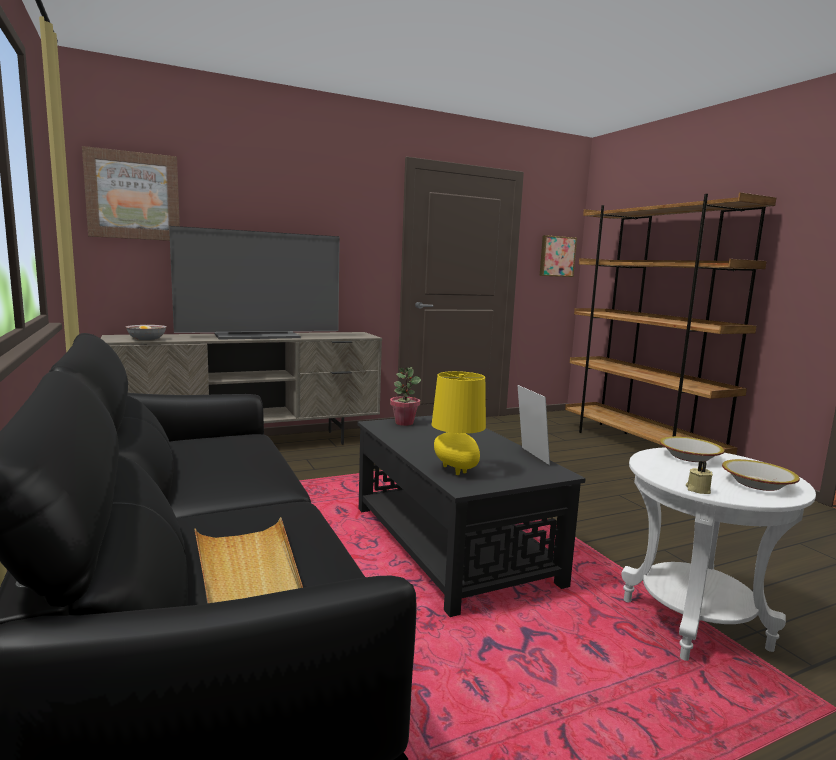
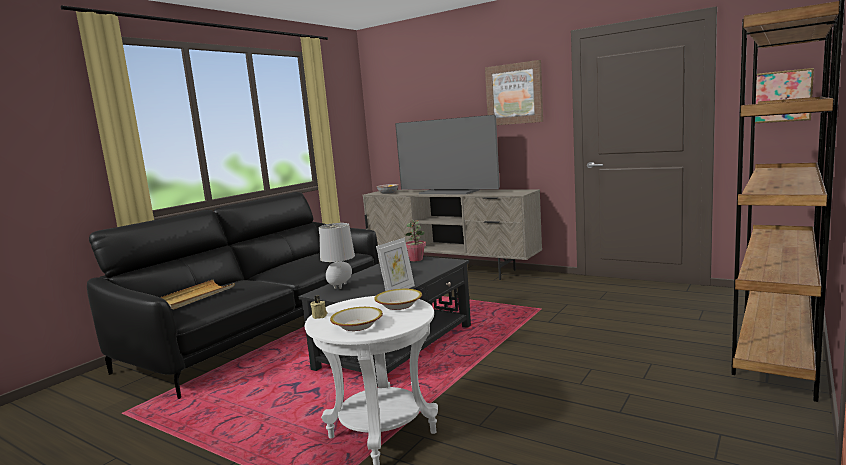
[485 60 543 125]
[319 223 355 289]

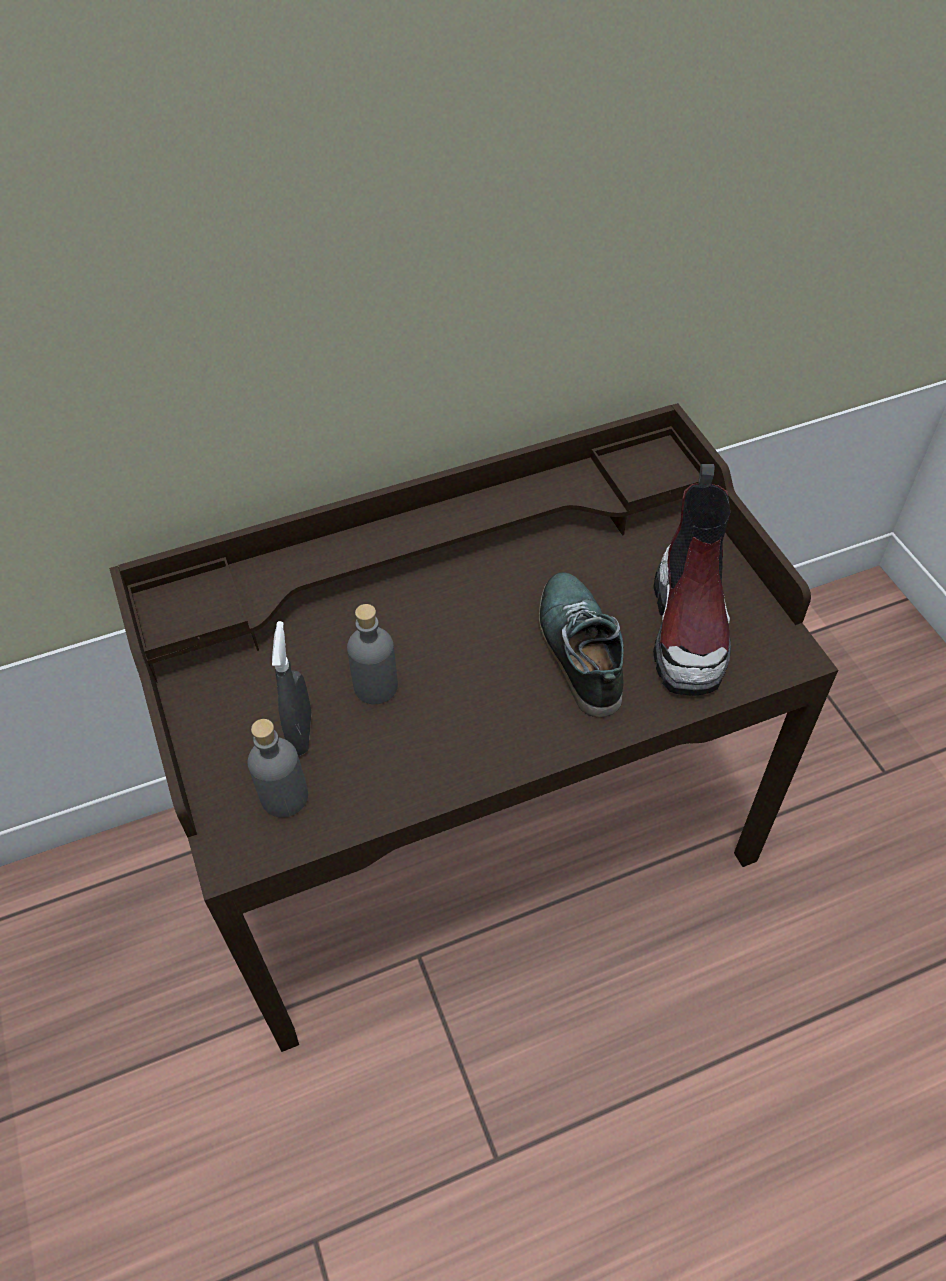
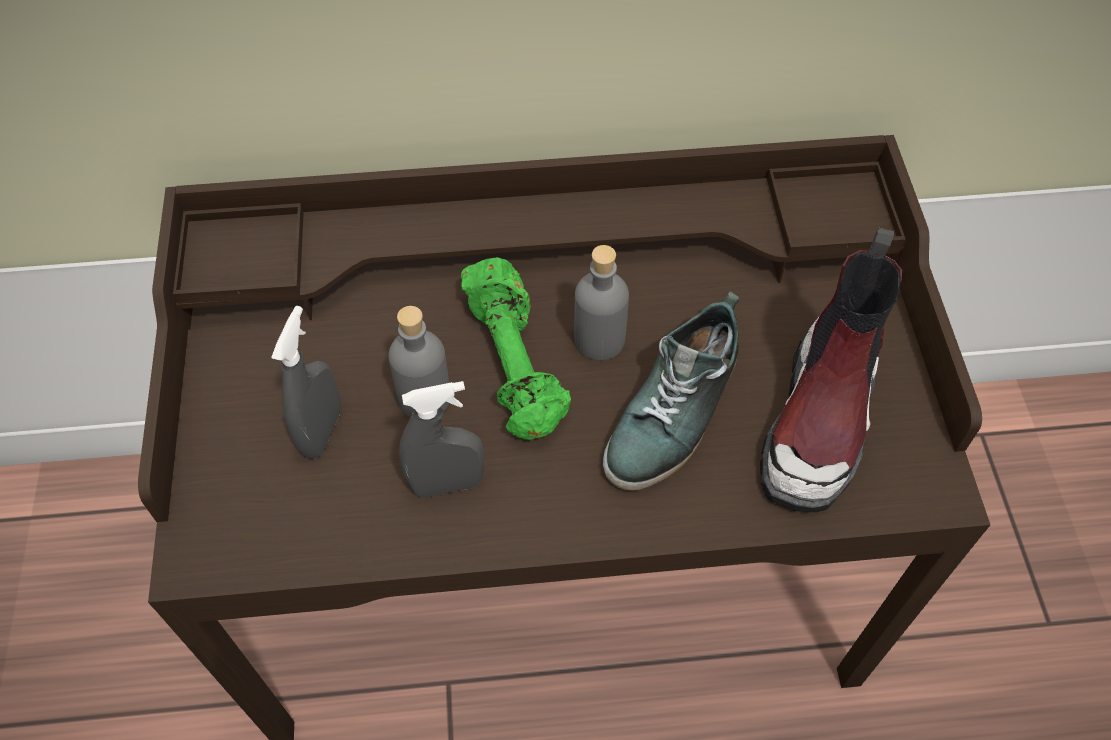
[574 245 629 360]
[603 291 739 491]
[399 381 484 498]
[461 257 571 440]

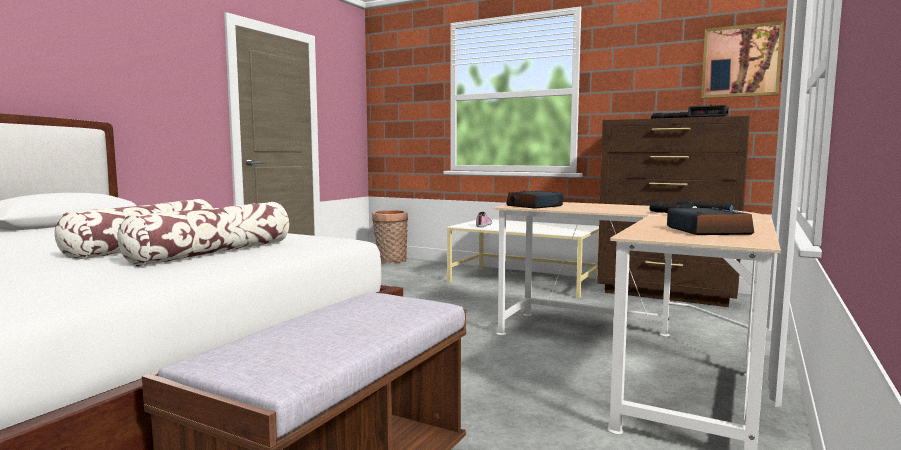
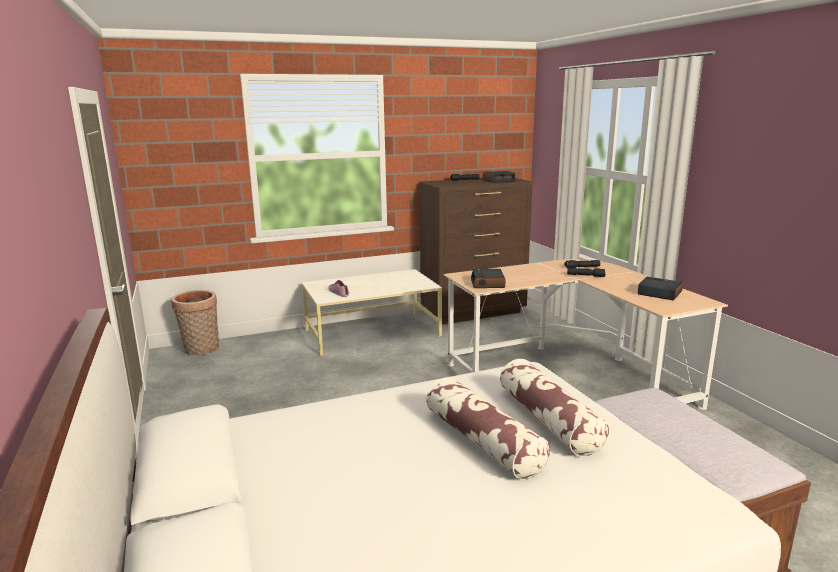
[701 21 784 98] (first image)

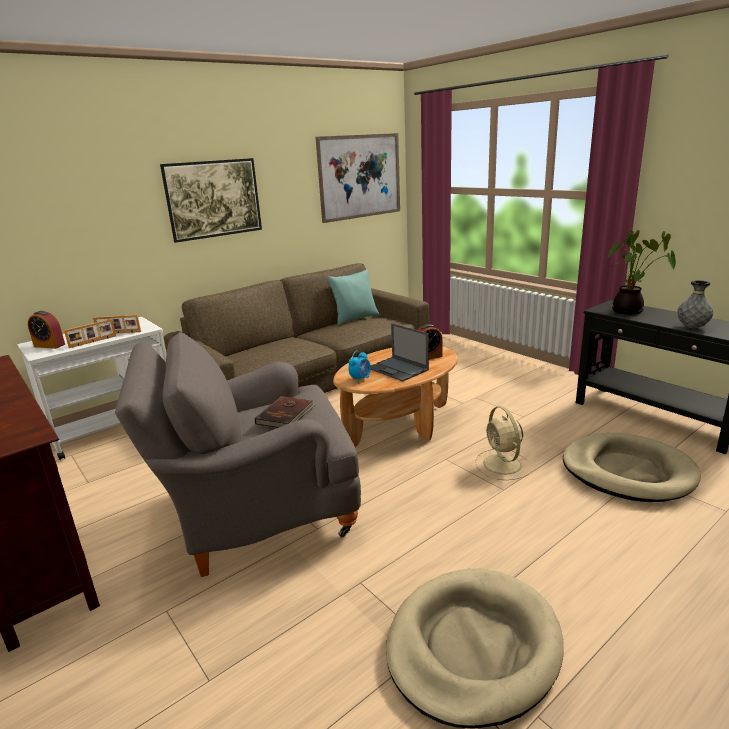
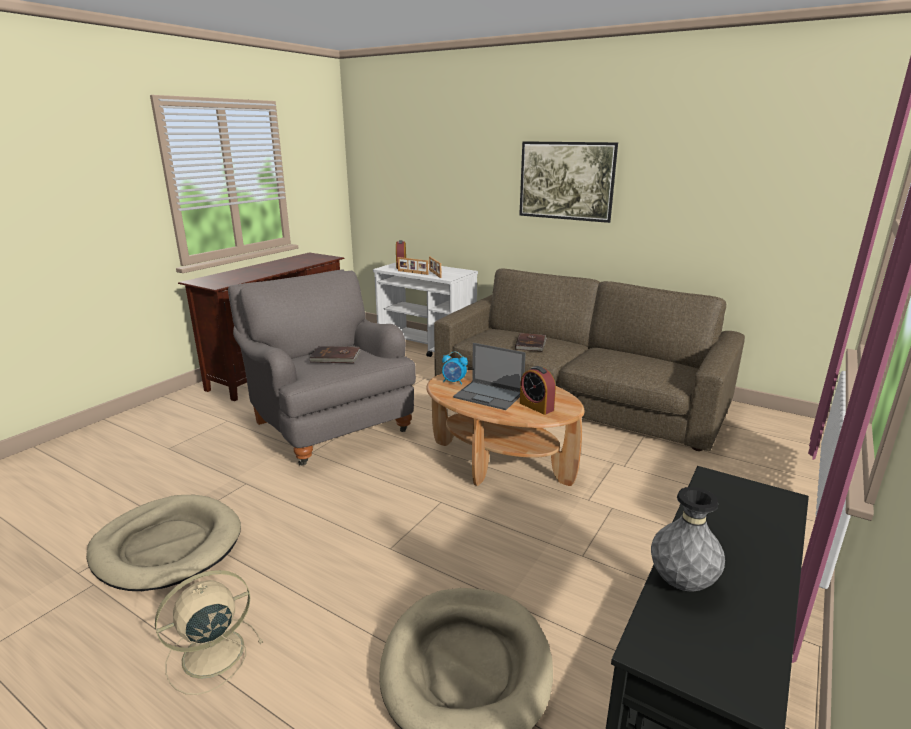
[315 133 400 223] (first image)
[327 269 380 326] (first image)
[453 343 526 410]
[155 570 263 695]
[608 230 676 315] (first image)
[515 333 547 351]

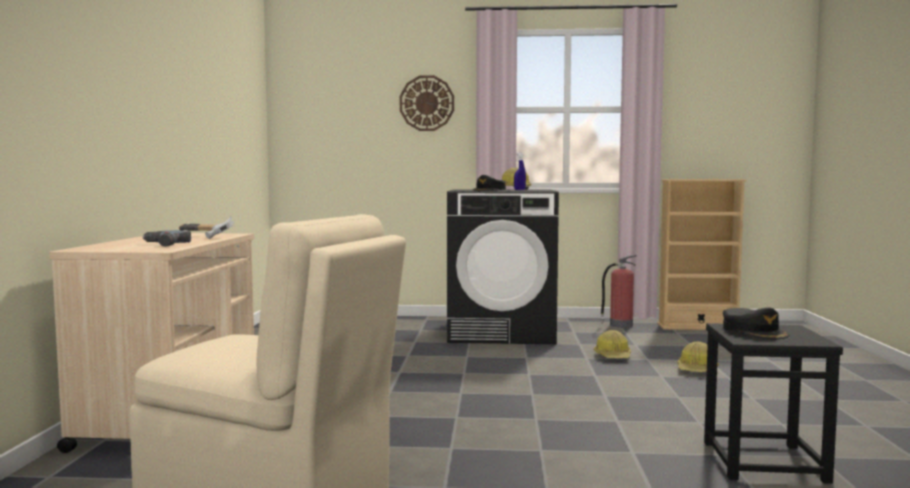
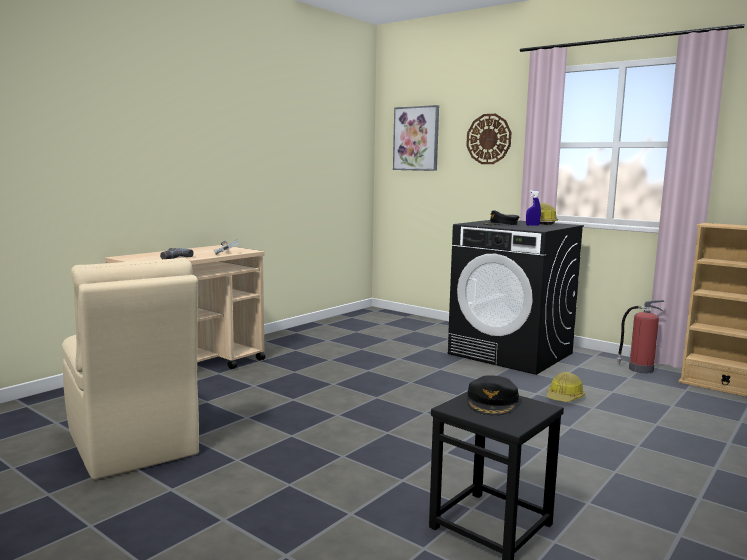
[678 341 719 372] (first image)
[393 105 439 171]

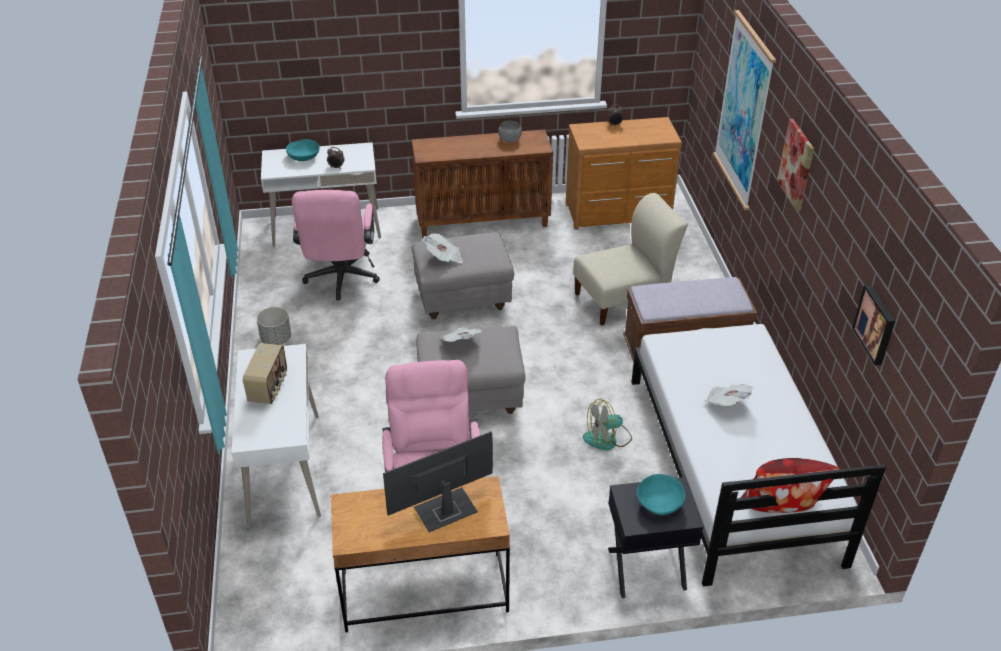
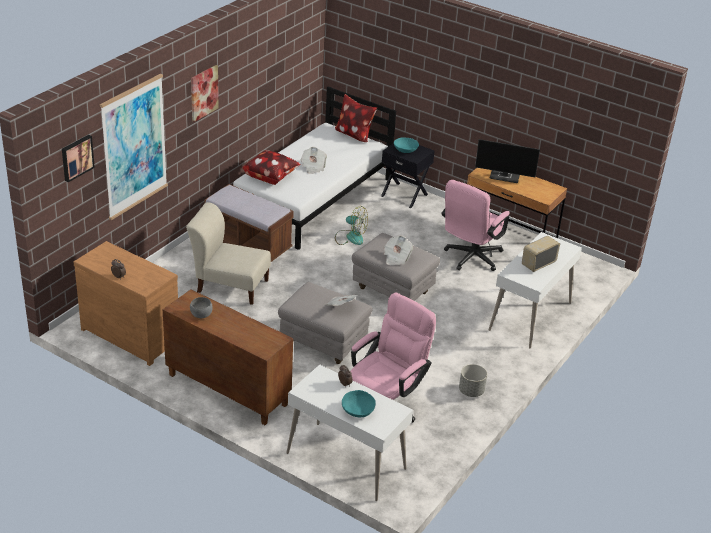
[62 135 95 182]
[242 150 301 185]

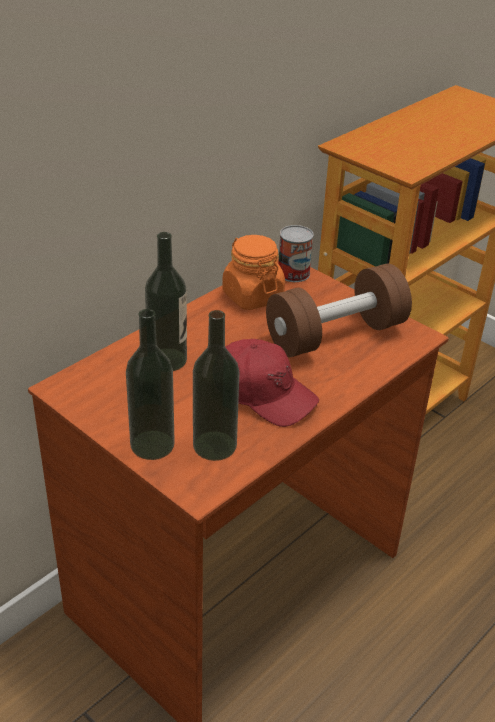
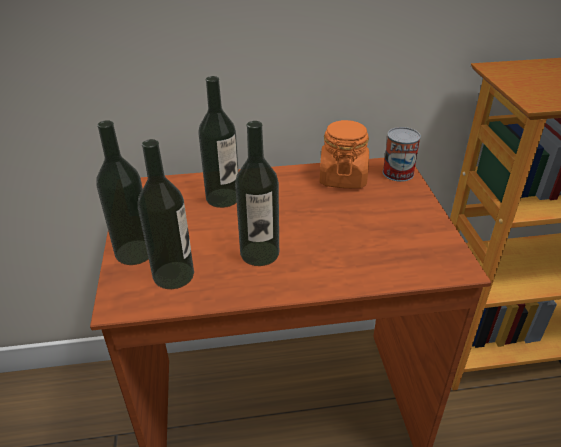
[235 121 279 266]
[266 263 412 357] (first image)

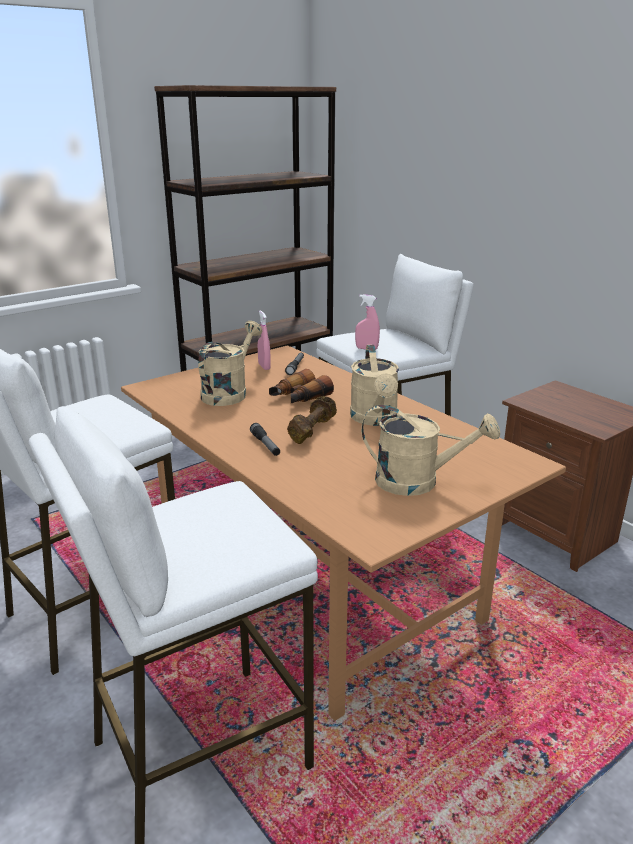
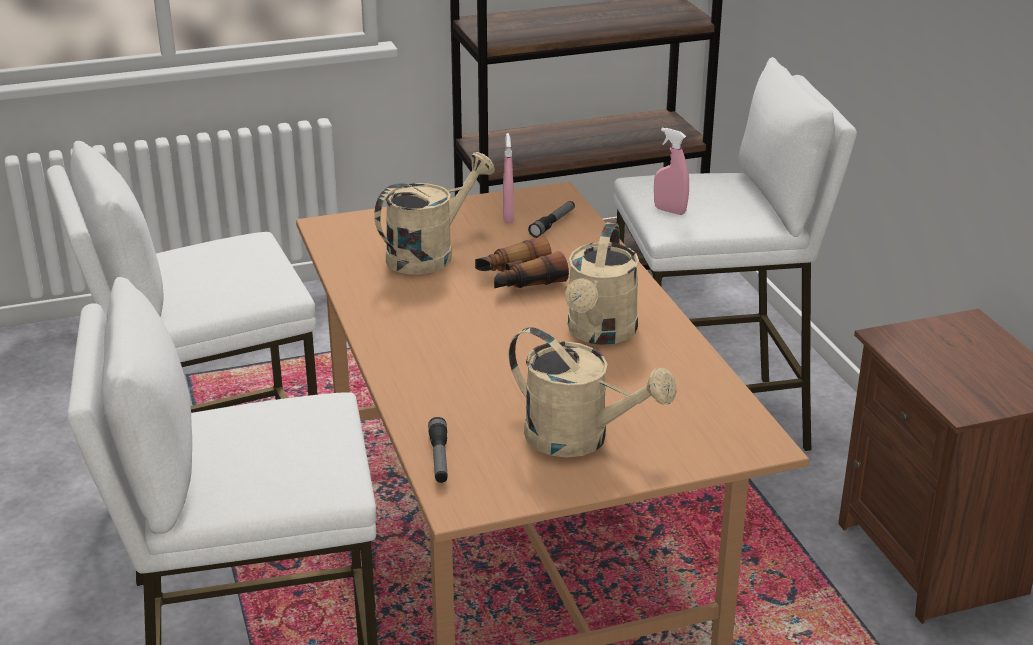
[428 417 448 483]
[287 396 337 444] (first image)

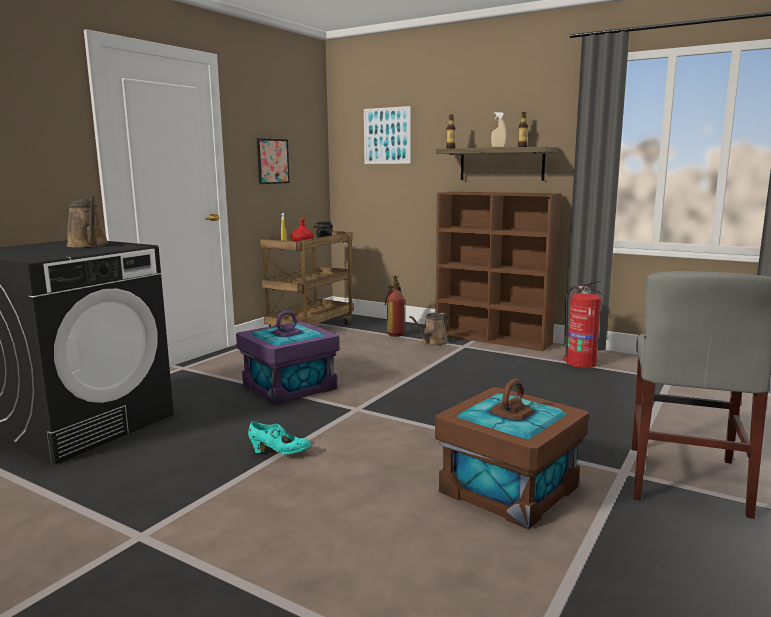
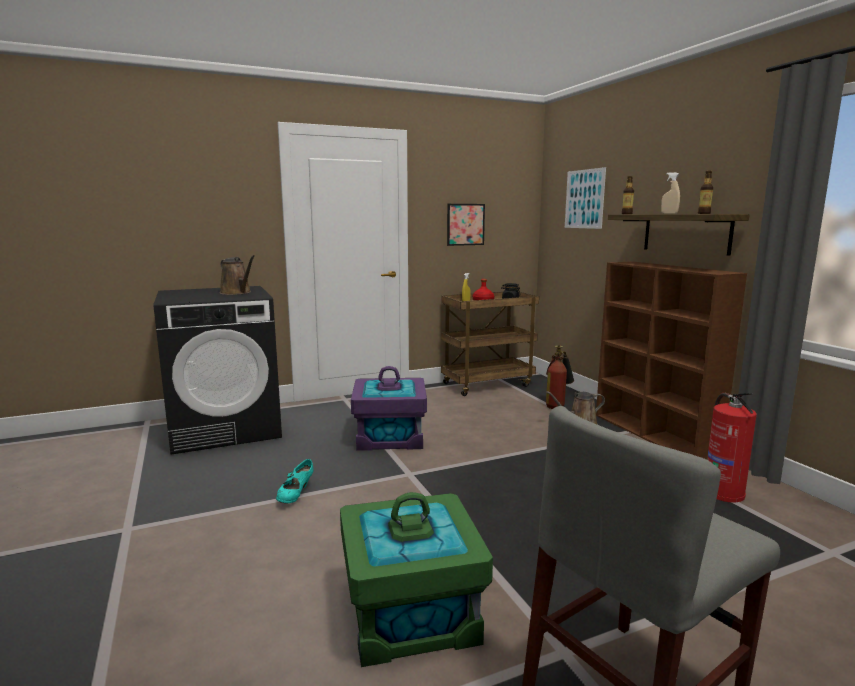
[220 255 255 295]
[276 459 314 504]
[340 492 493 667]

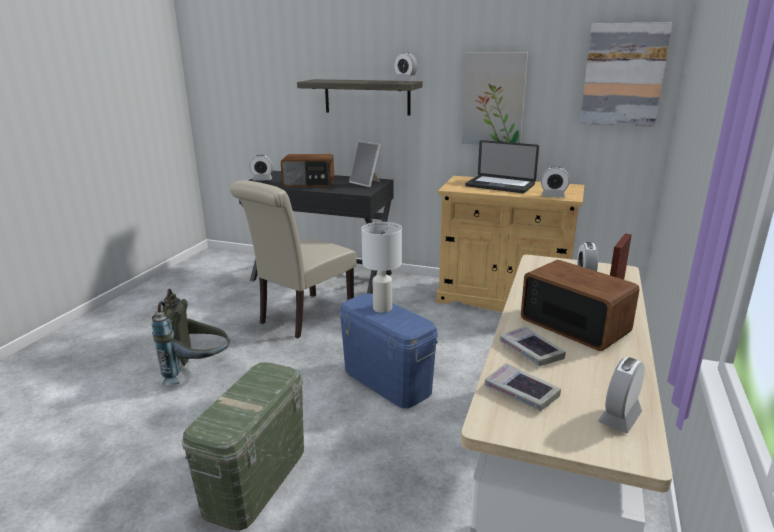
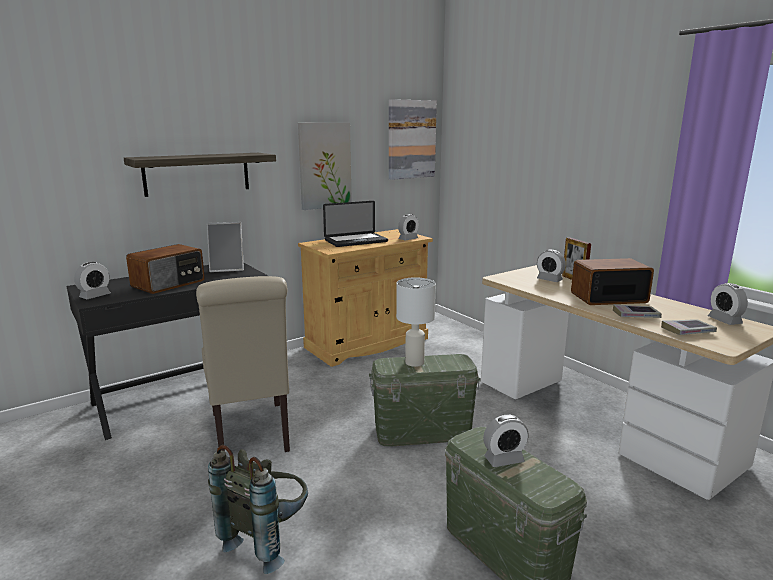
[369 354 481 447]
[483 415 529 467]

